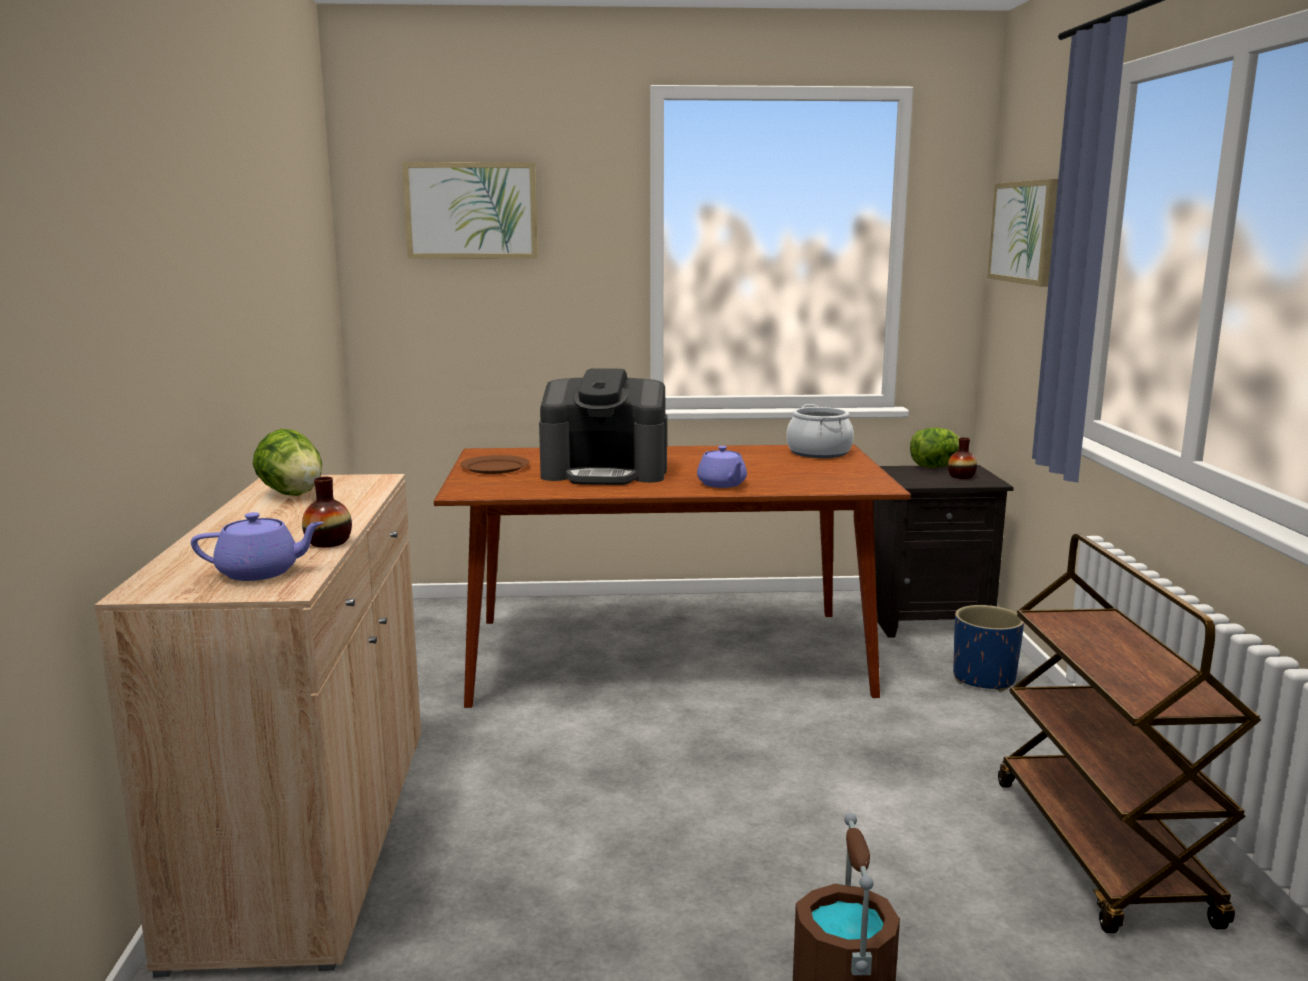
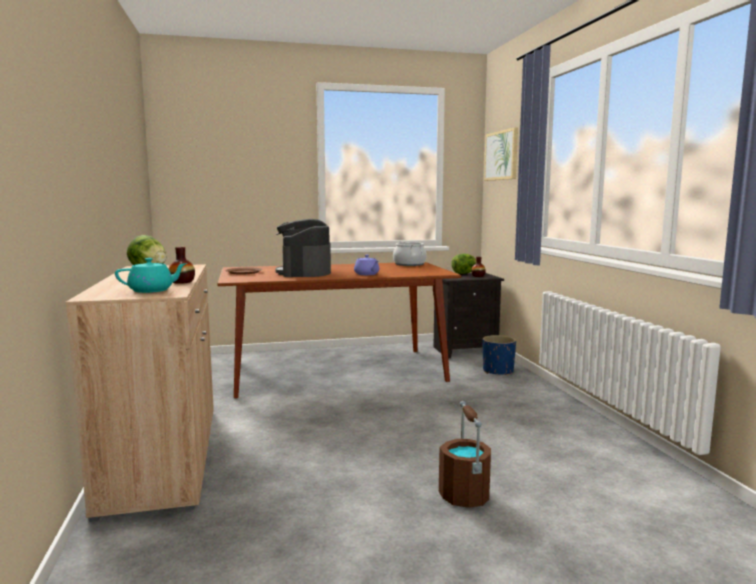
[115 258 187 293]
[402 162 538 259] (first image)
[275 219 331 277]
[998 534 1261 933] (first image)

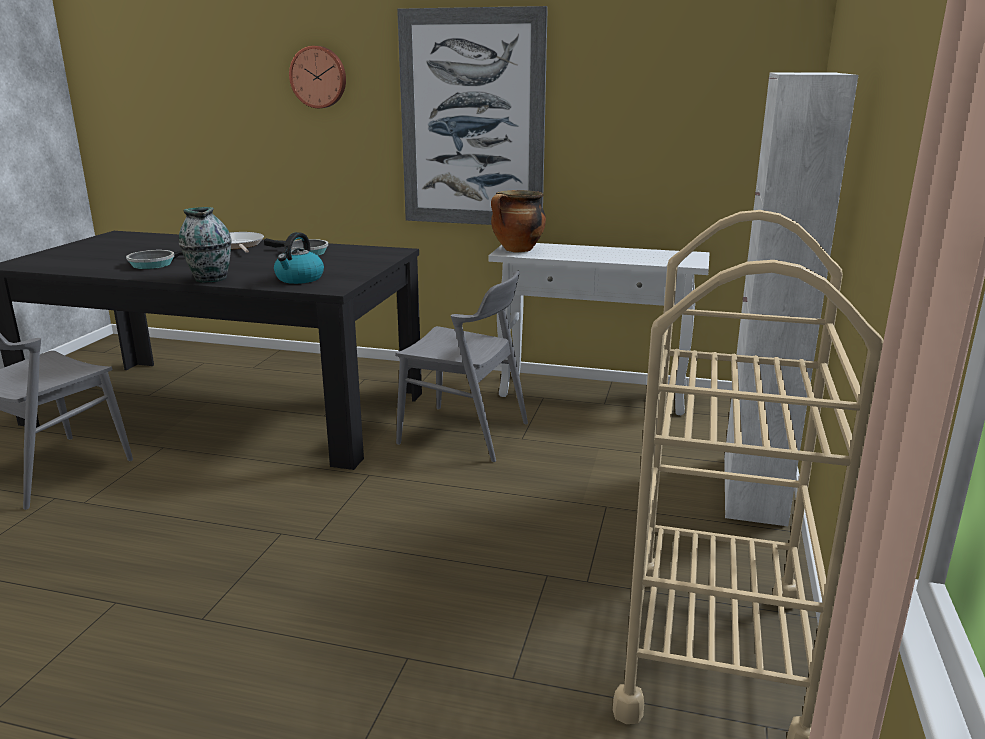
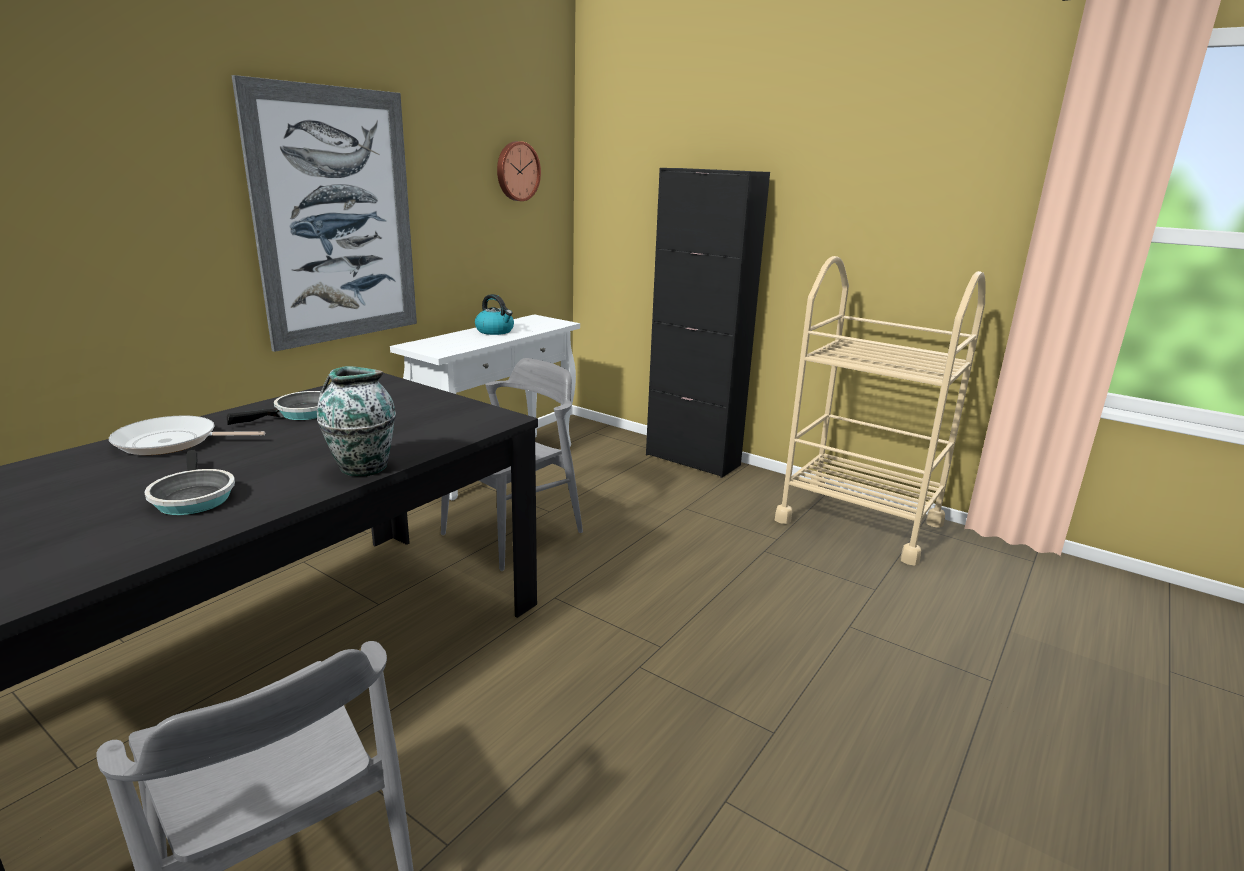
[475 294 514 335]
[497 141 541 201]
[491 190 546 252] (first image)
[646 168 770 478]

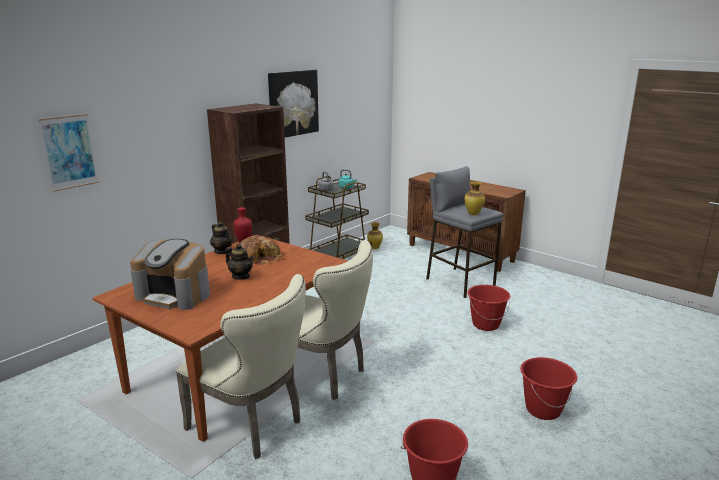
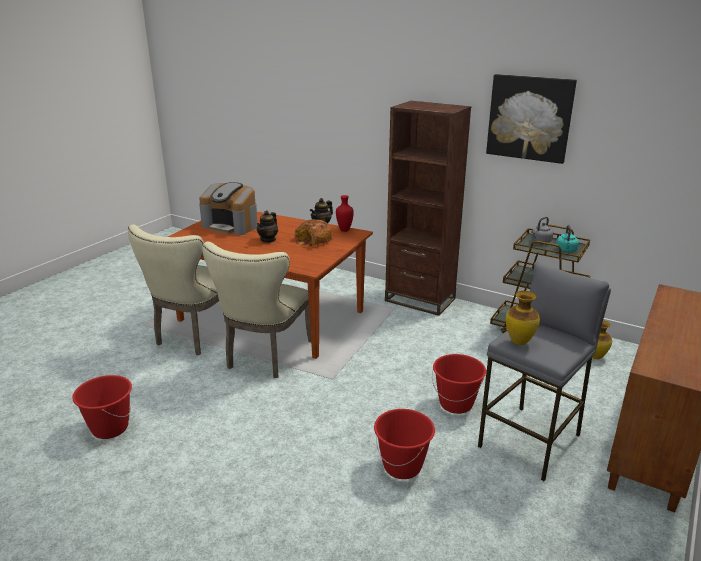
[38 114 99 192] (first image)
[199 182 258 235]
[432 354 486 414]

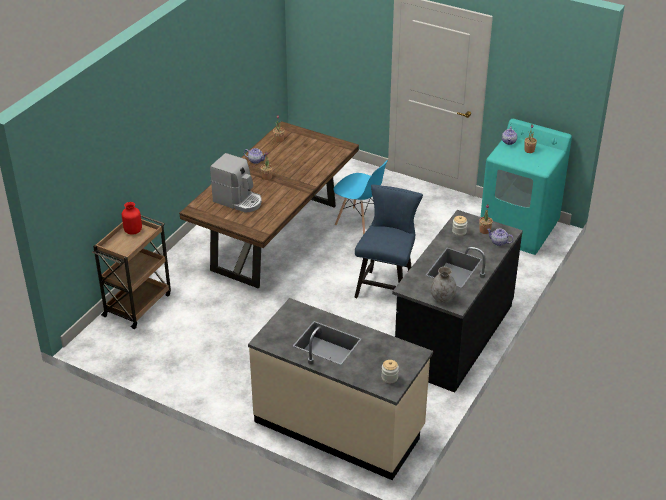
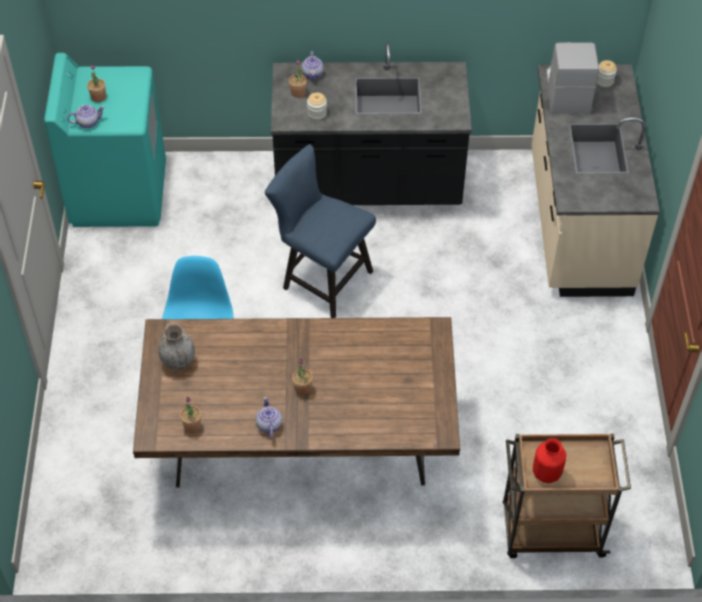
[546 42 599 114]
[265 144 376 318]
[158 324 195 370]

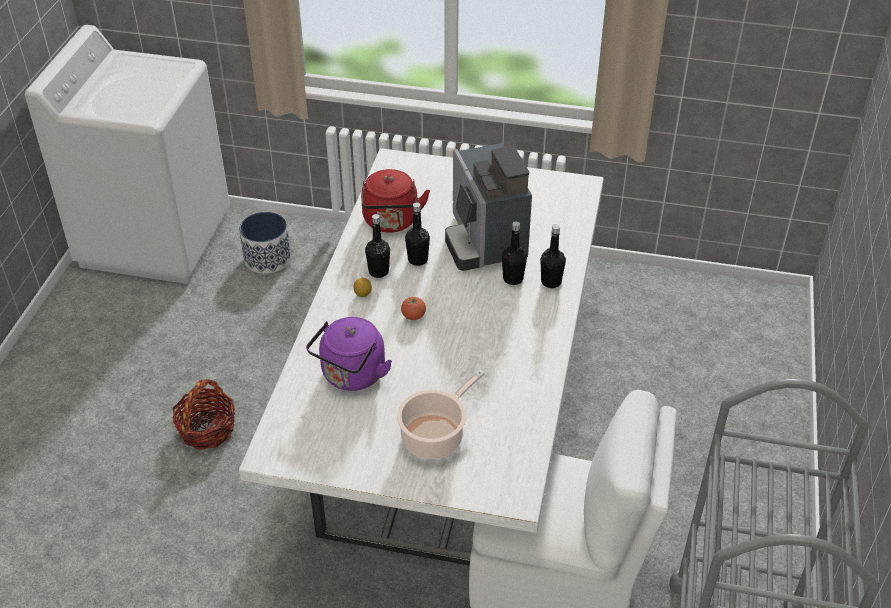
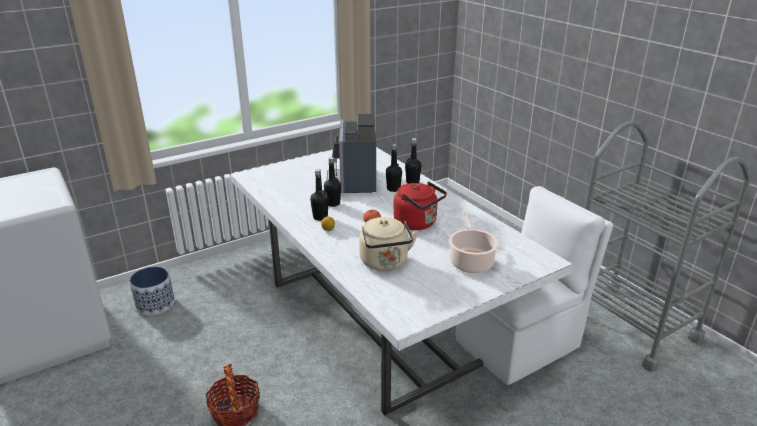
[359 217 418 271]
[393 181 447 230]
[326 114 376 193]

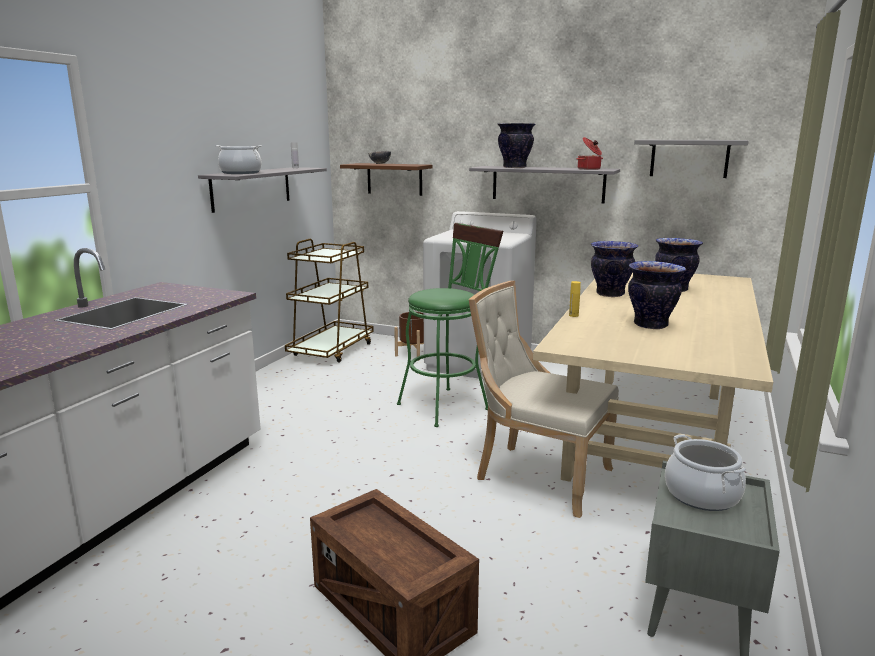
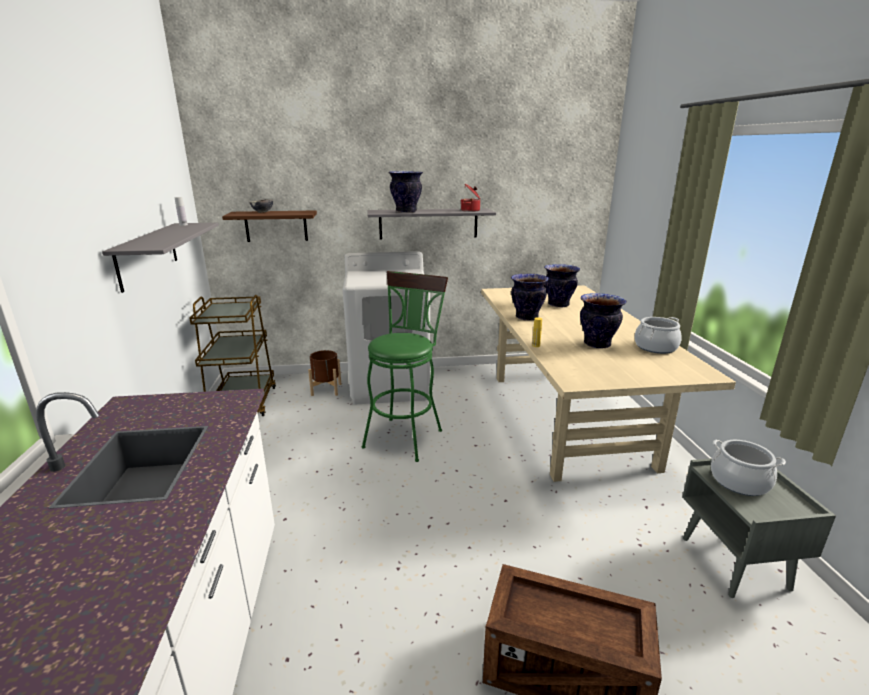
[635 317 682 354]
[469 281 619 518] (first image)
[634 140 748 178] (first image)

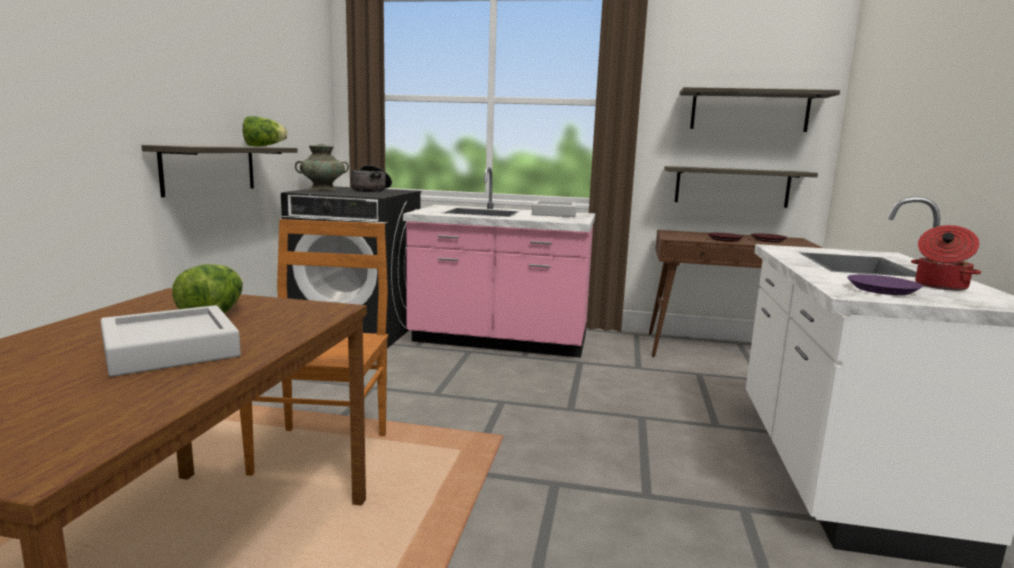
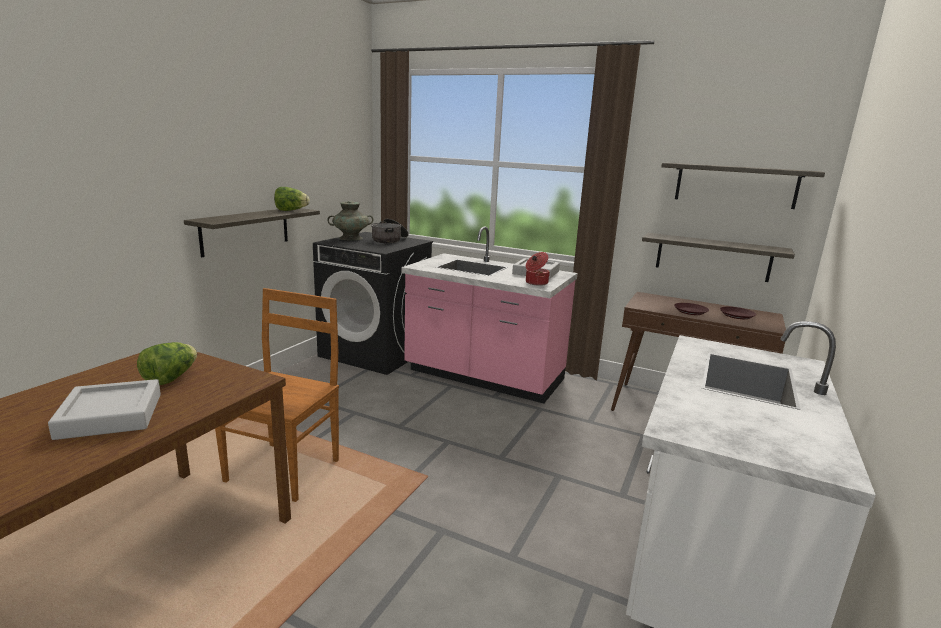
[847 274 923 295] (first image)
[526 252 550 286]

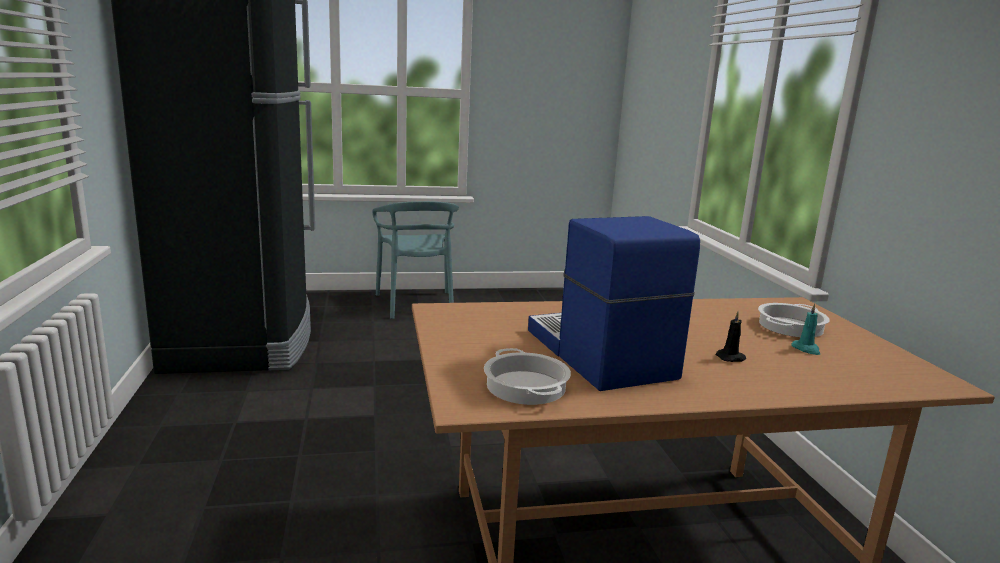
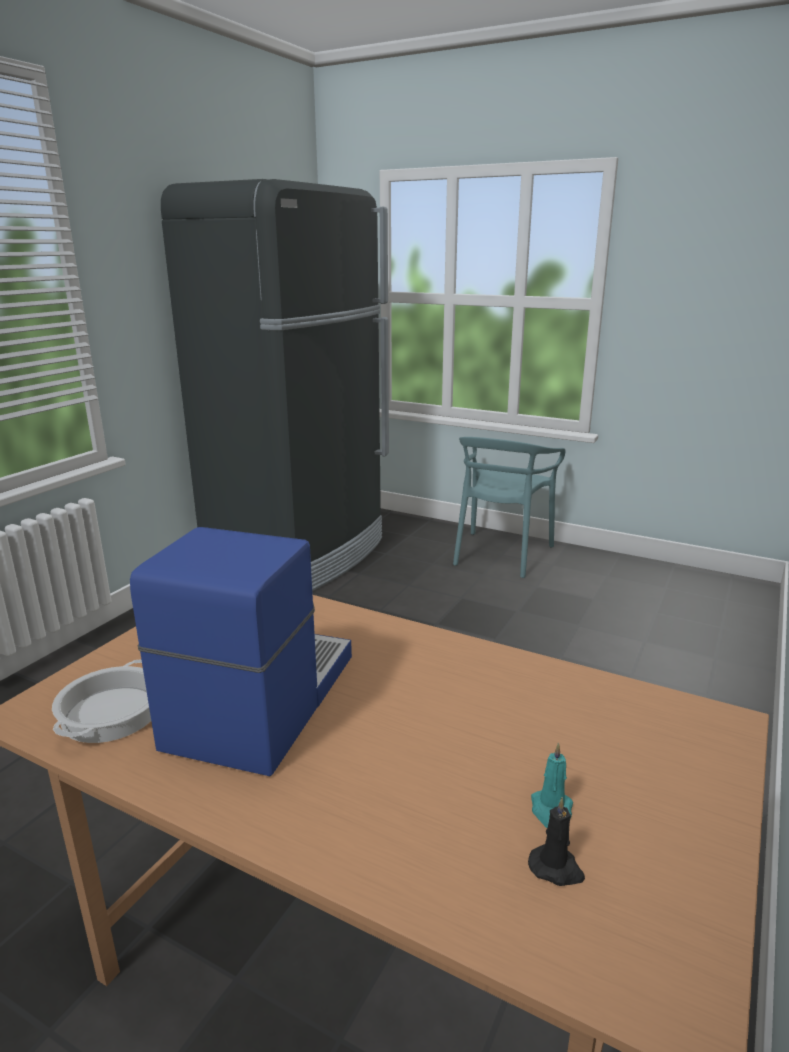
[528 797 585 886]
[758 303 830 337] (first image)

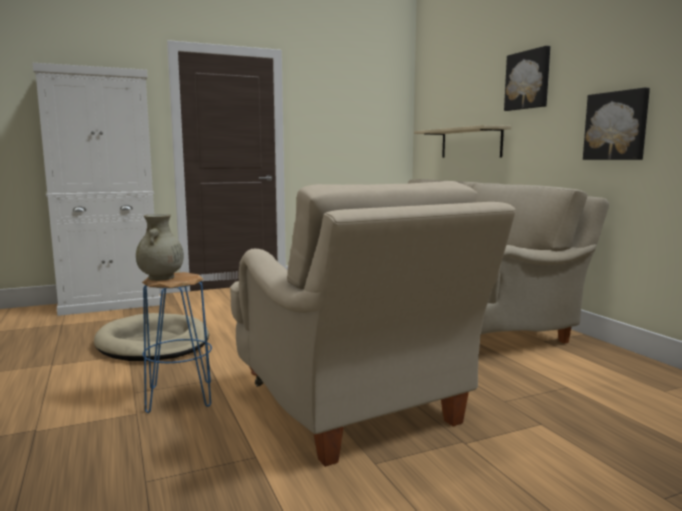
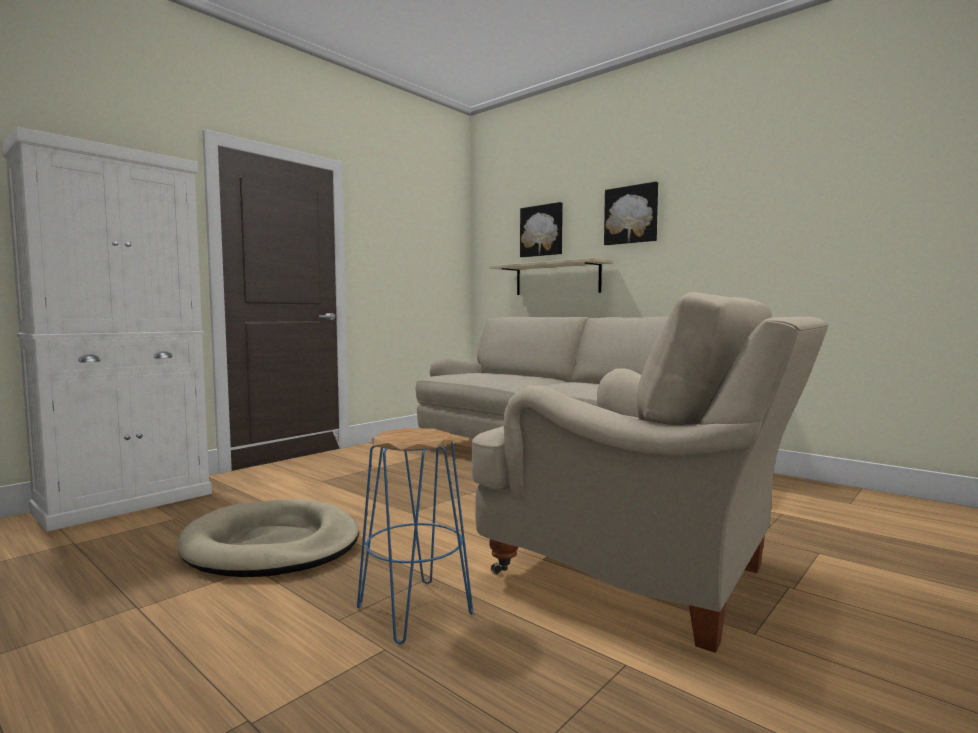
[136 214 184 281] (first image)
[520 202 563 257]

